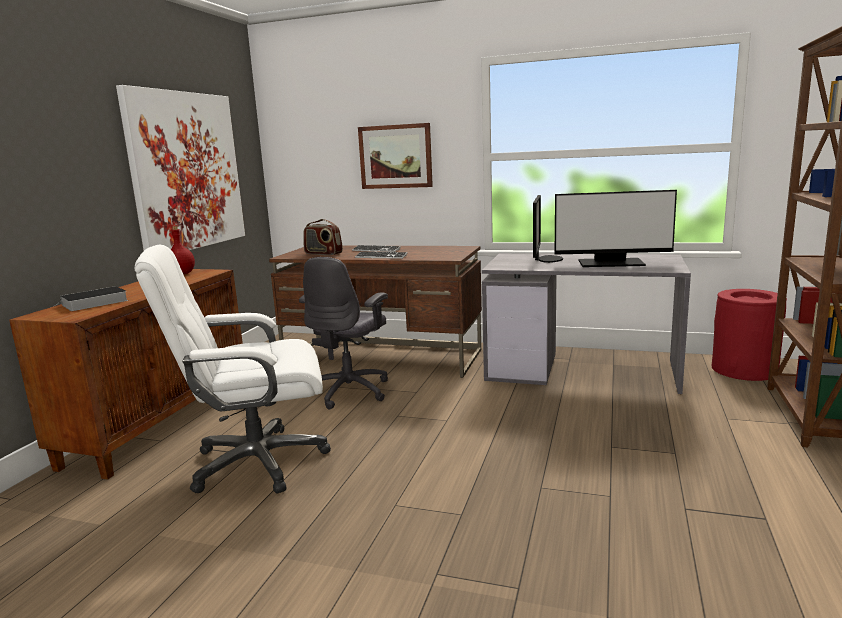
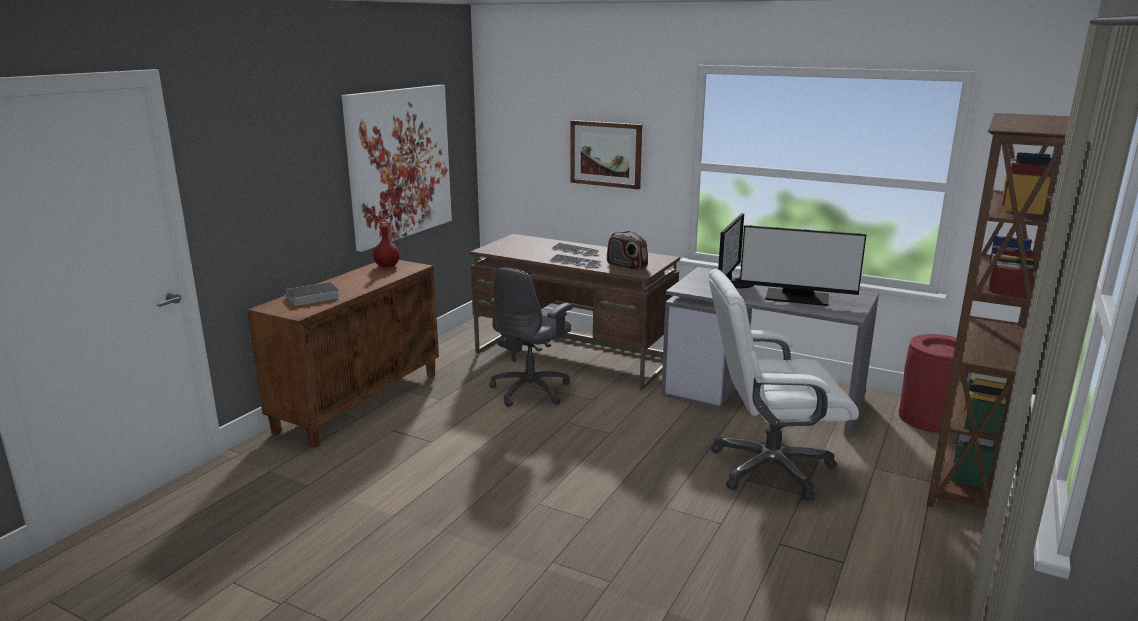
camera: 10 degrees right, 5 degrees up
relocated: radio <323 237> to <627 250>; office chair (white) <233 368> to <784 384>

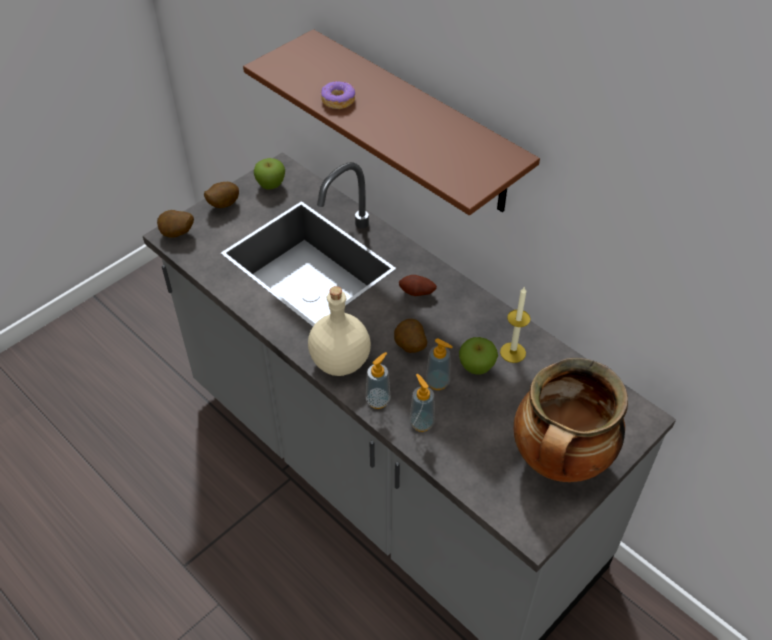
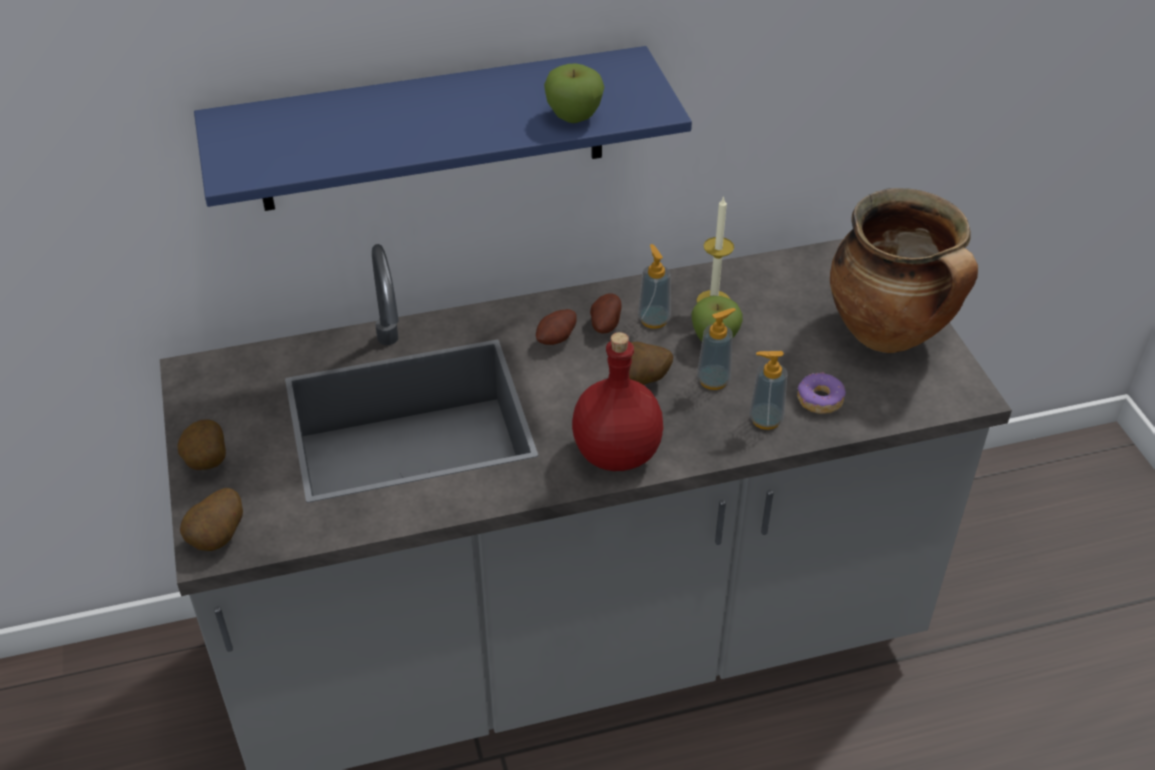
camera: 60 degrees left, 5 degrees down
appeared: potato <606 313>
relocated: apple <269 173> to <574 93>; soap dispenser <378 380> to <654 286>; donut <338 95> to <821 393>
colour: shelf (brown) <391 122> to shelf (blue) <443 128>; bottle (beige) <339 331> to bottle (red) <617 401>

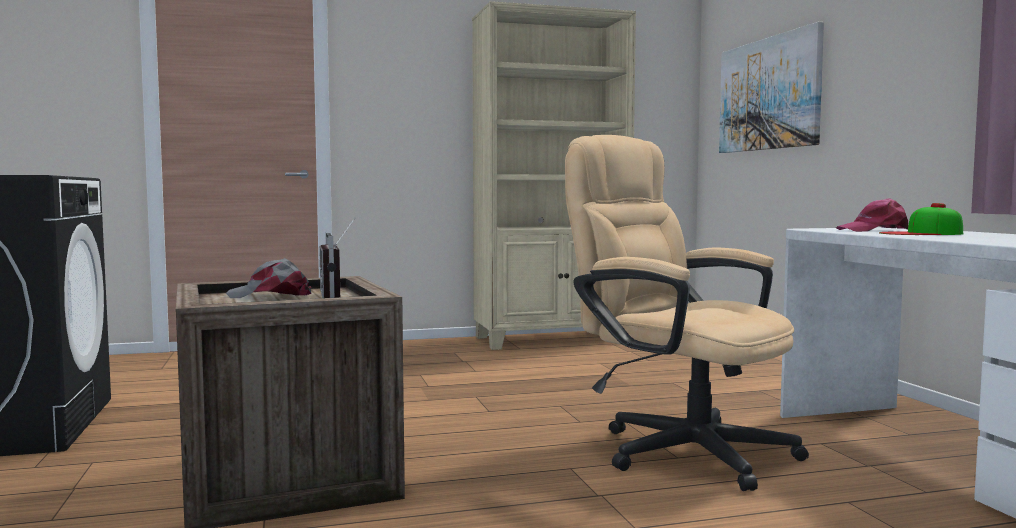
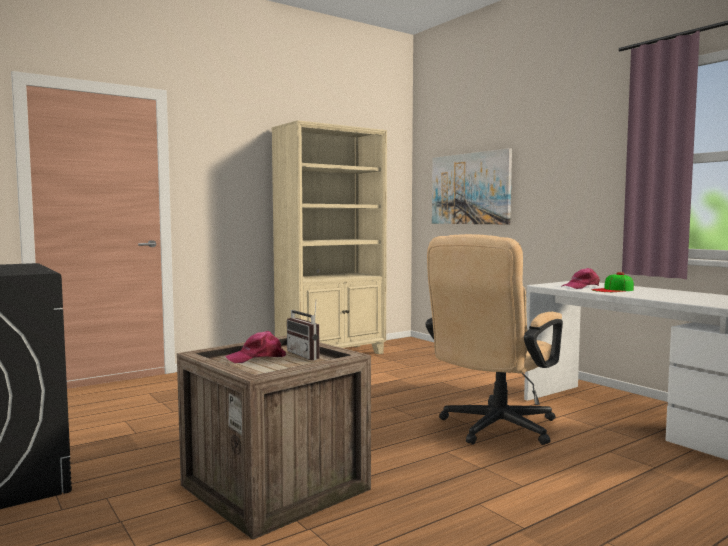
camera: 20 degrees left, 0 degrees up
colour: cap (grey) <268 278> to cap (pink) <256 347>
spun: office chair (beige) <687 313> = <494 339> 75 degrees counterclockwise

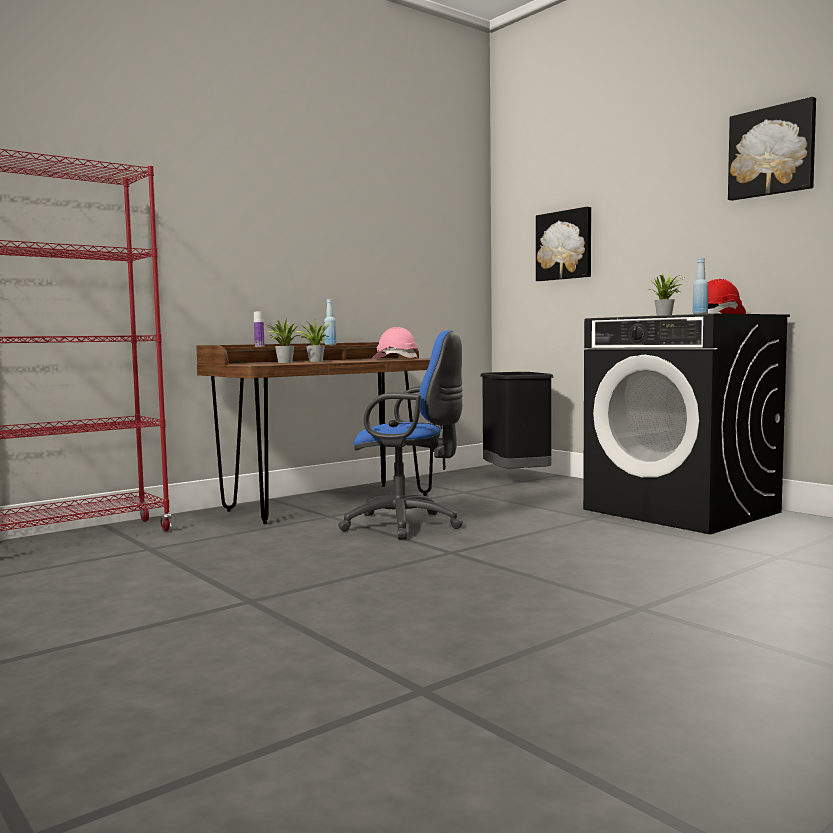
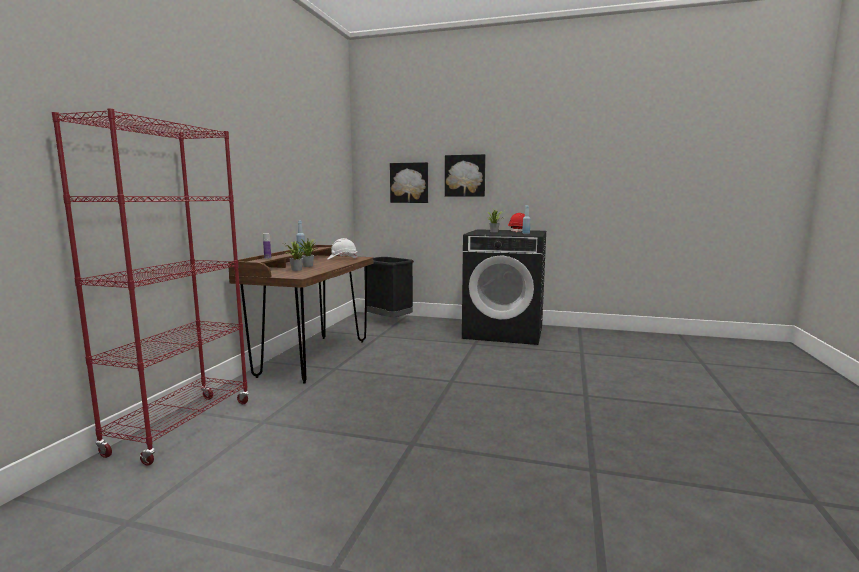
camera: 35 degrees left, 5 degrees up
missing: office chair (blue) <400 434>
relocated: picture <772 149> to <465 175>
colour: hard hat (pink) <395 343> to hard hat (white) <342 248>

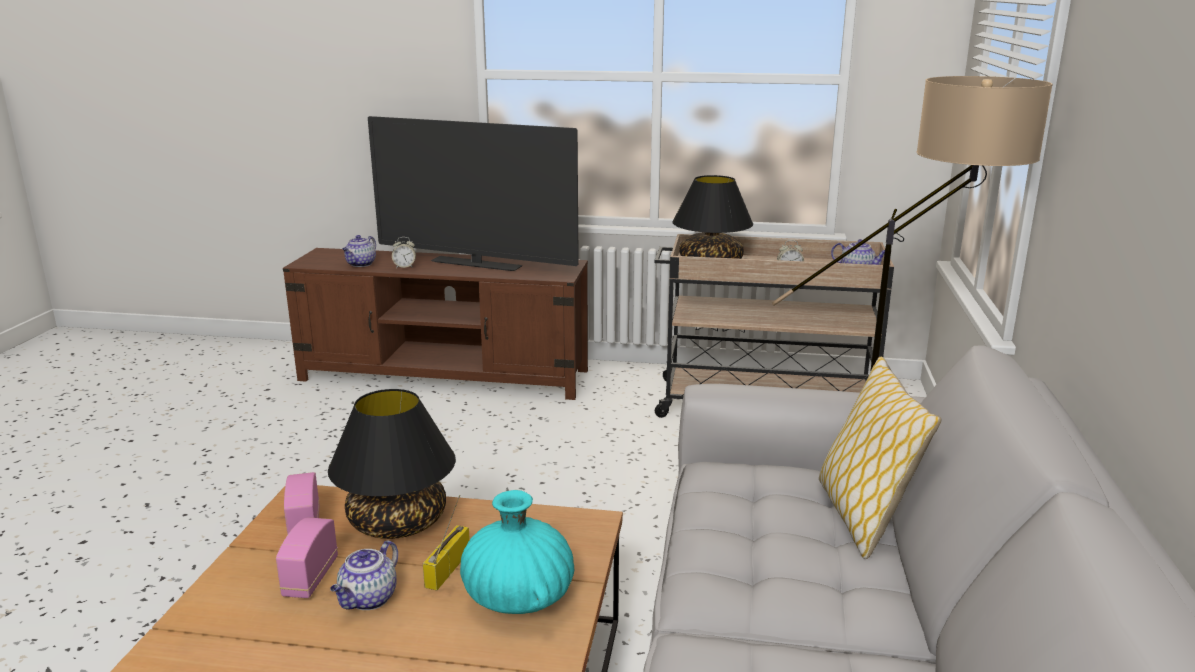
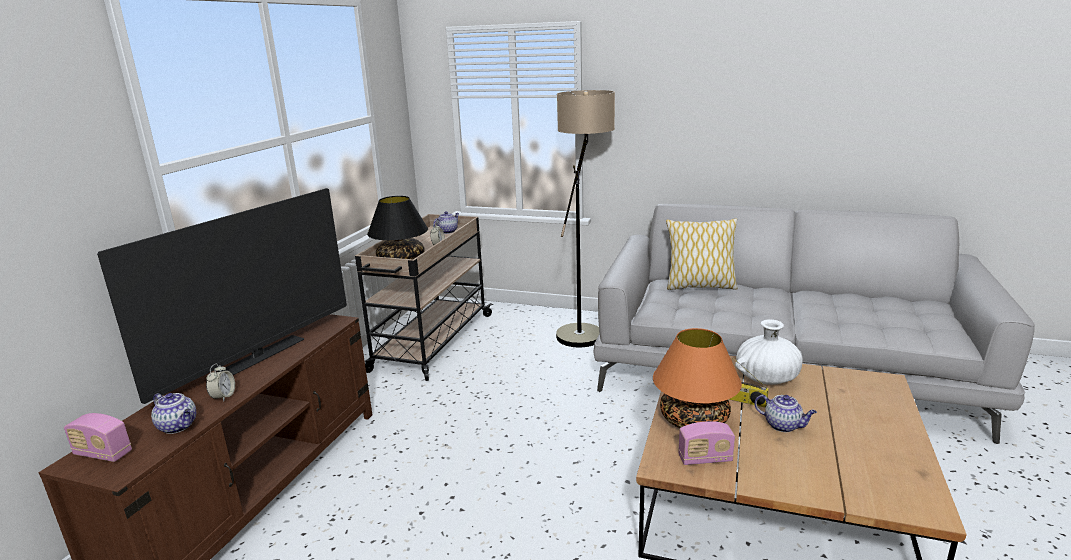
camera: 80 degrees left, 0 degrees up
relocated: radio <307 557> to <98 437>
colour: table lamp (black) <392 464> to table lamp (orange) <697 378>; vase (turquoise) <517 552> to vase (white) <769 352>

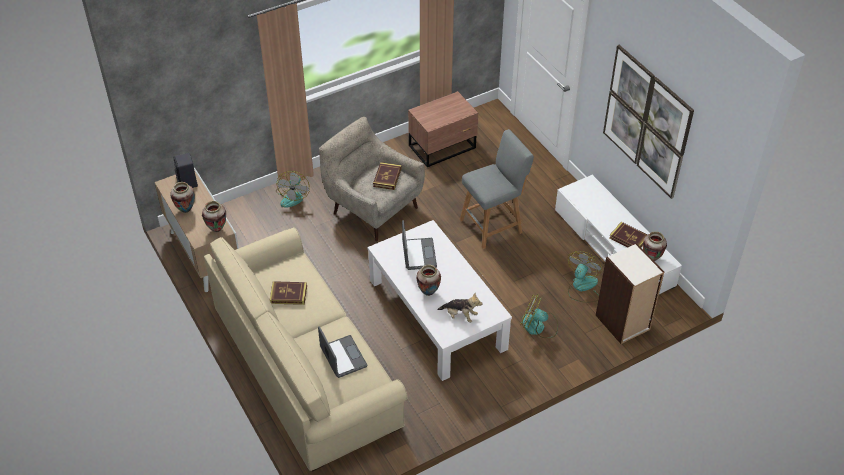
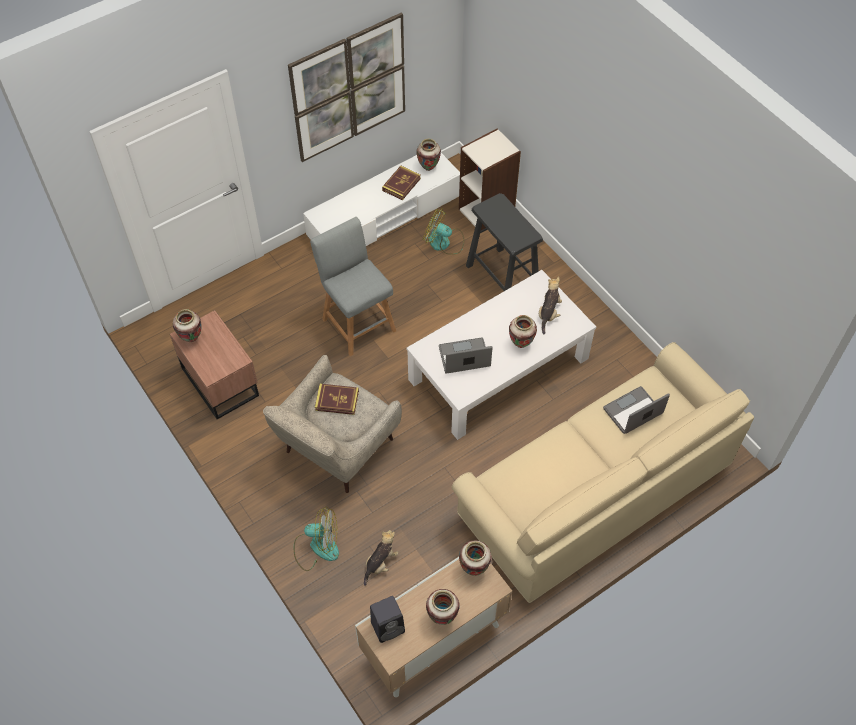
camera: 95 degrees left, 10 degrees up
missing: book <288 293>
appeared: vase <187 325>; plush toy <381 558>
exchanged: fan <539 316> to stool (black) <504 242>

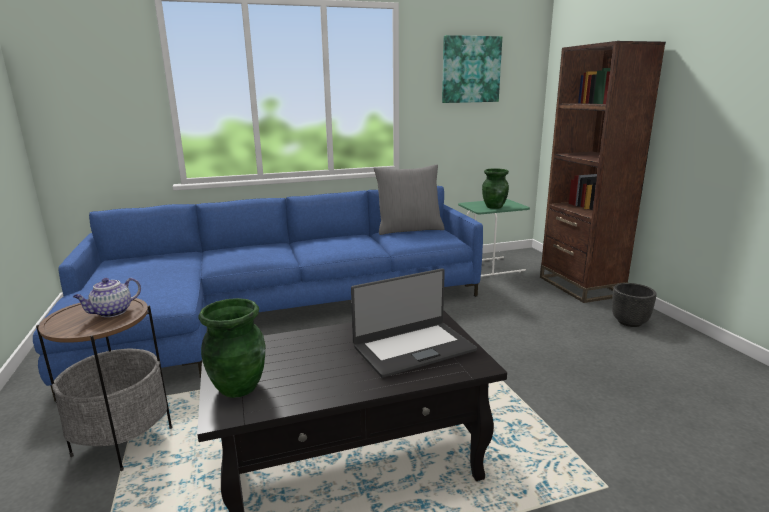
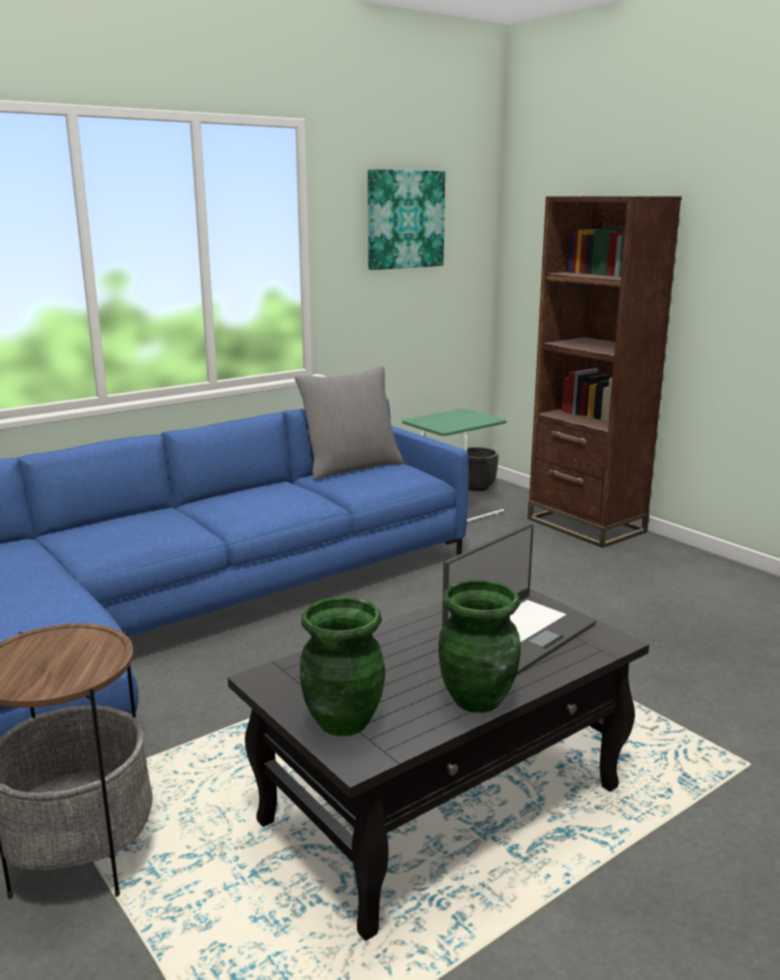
camera: 20 degrees left, 0 degrees up
missing: teapot <107 297>
relocated: vase (green) <495 188> to <479 646>; planter (black) <634 305> to <481 469>

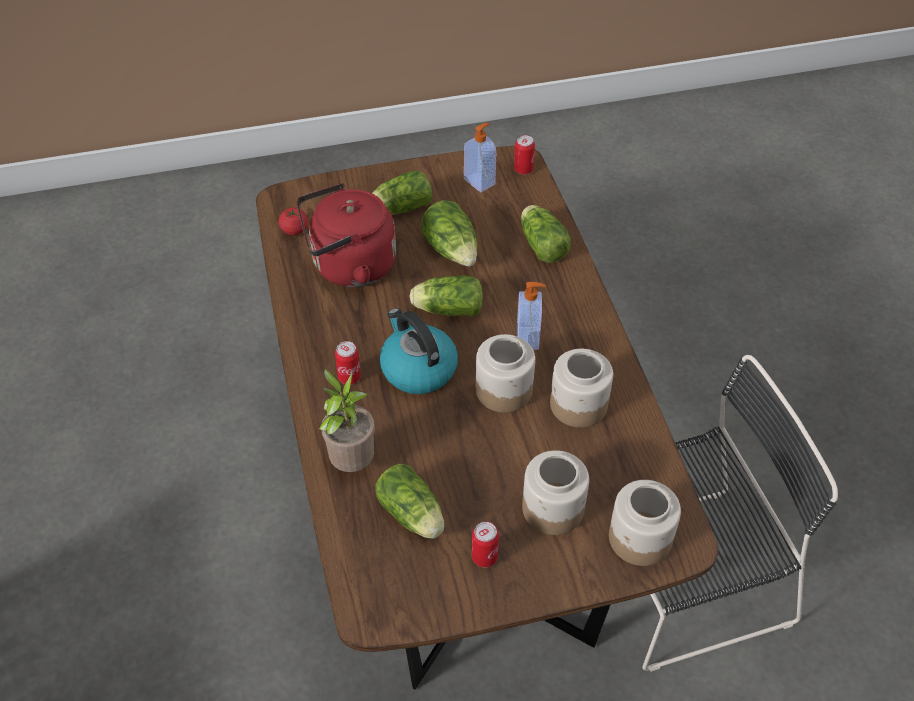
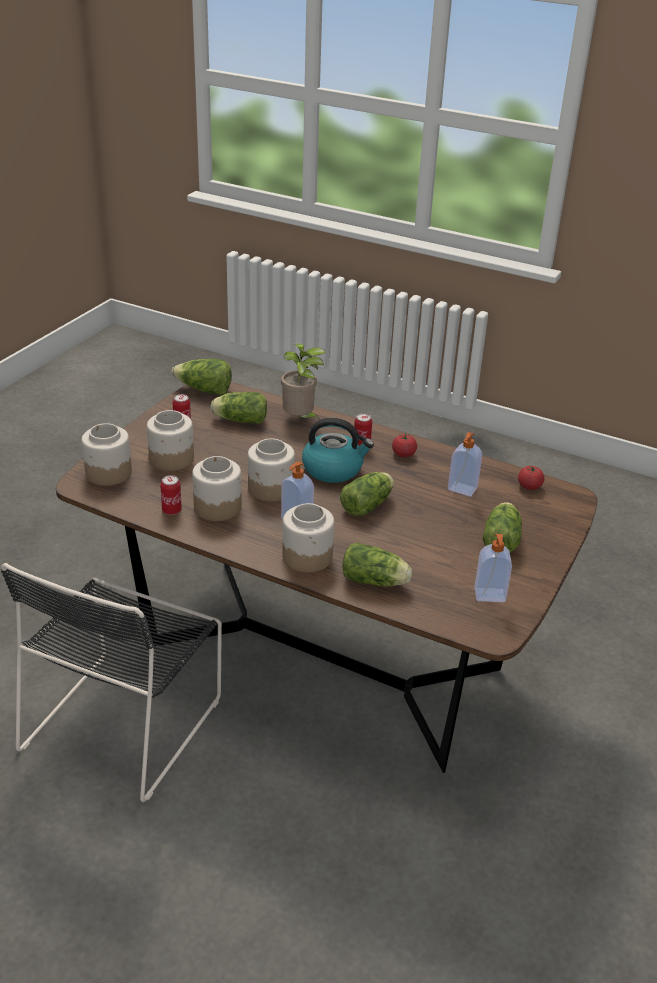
camera: 130 degrees right, 15 degrees down
appeared: jar <308 538>; tomato <404 445>
relocated: can <524 155> to <171 495>; lettuce <449 234> to <202 377>
exchanged: kettle (red) <346 235> to soap dispenser <465 464>

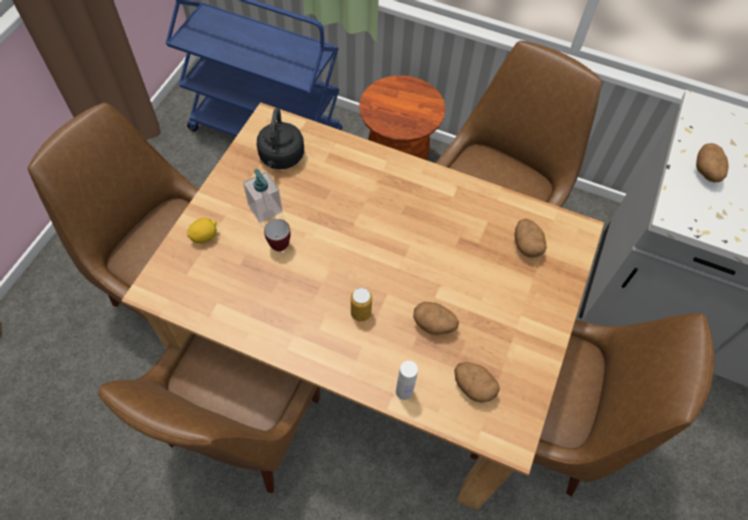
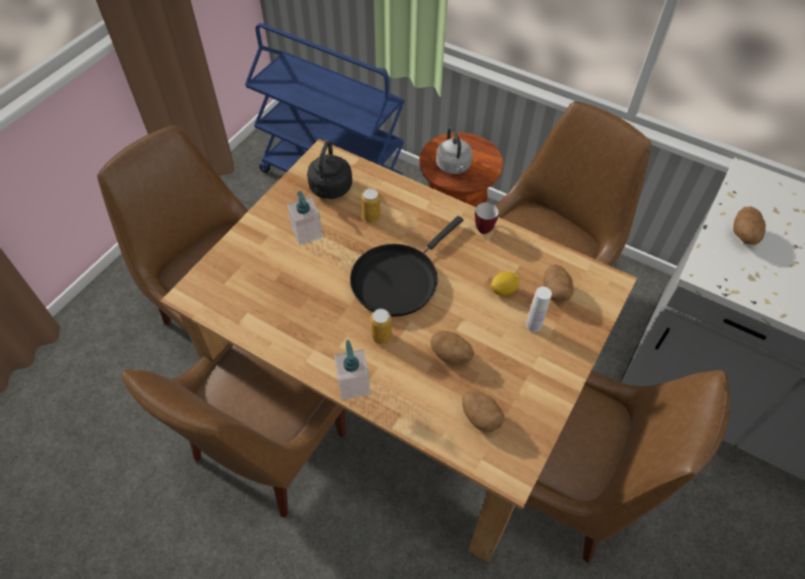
camera: 10 degrees right, 5 degrees down
appeared: soap dispenser <352 370>; frying pan (black) <406 266>; can <370 205>; kettle (grey) <454 150>
relocated: mug <277 235> to <487 218>; lemon <202 230> to <505 283>; bottle (white) <407 380> to <539 309>

